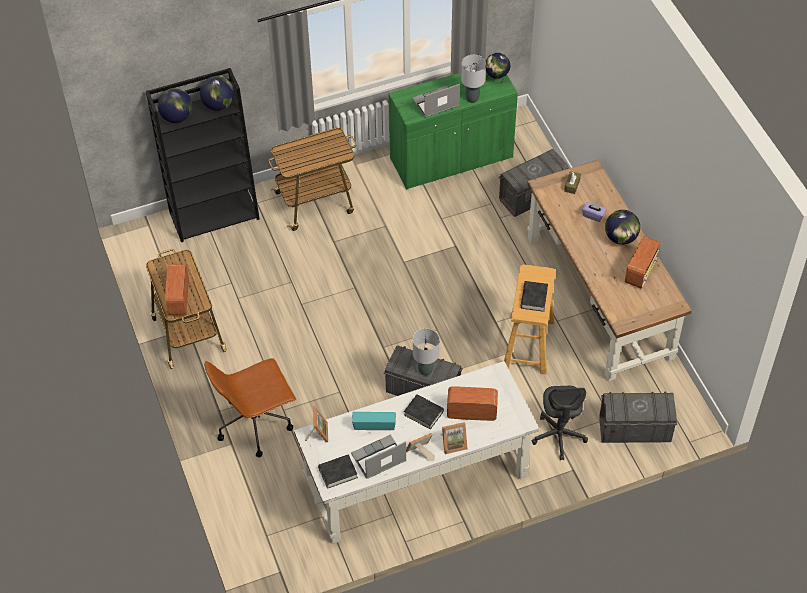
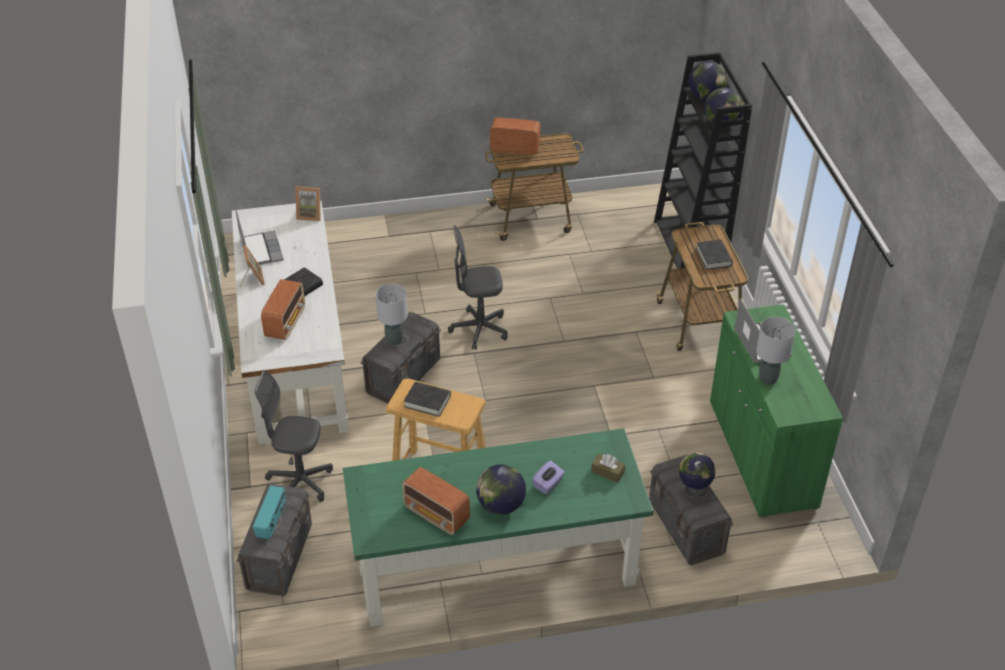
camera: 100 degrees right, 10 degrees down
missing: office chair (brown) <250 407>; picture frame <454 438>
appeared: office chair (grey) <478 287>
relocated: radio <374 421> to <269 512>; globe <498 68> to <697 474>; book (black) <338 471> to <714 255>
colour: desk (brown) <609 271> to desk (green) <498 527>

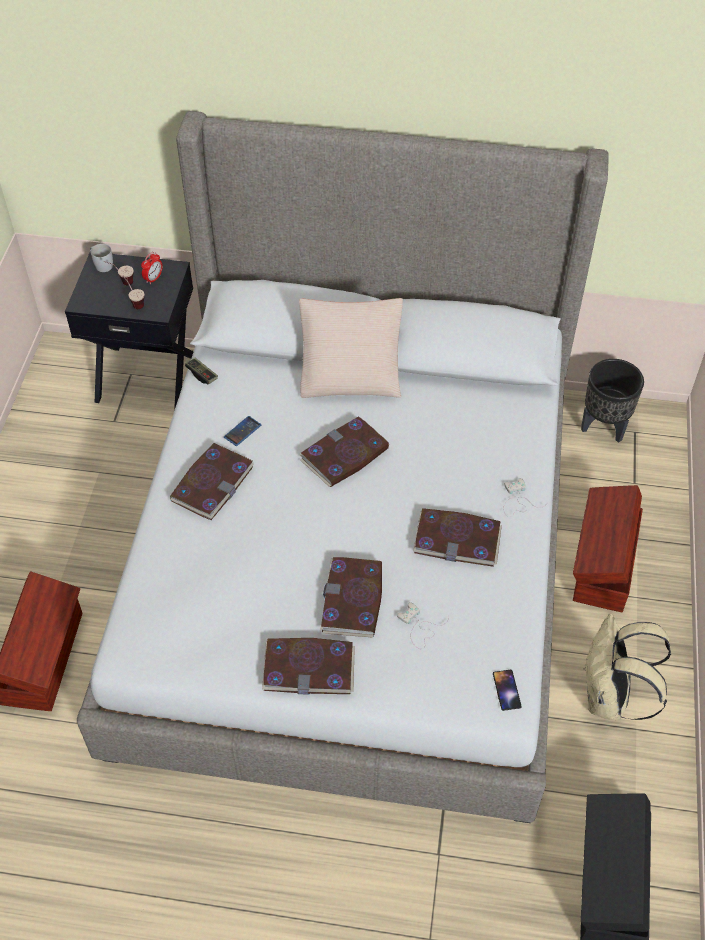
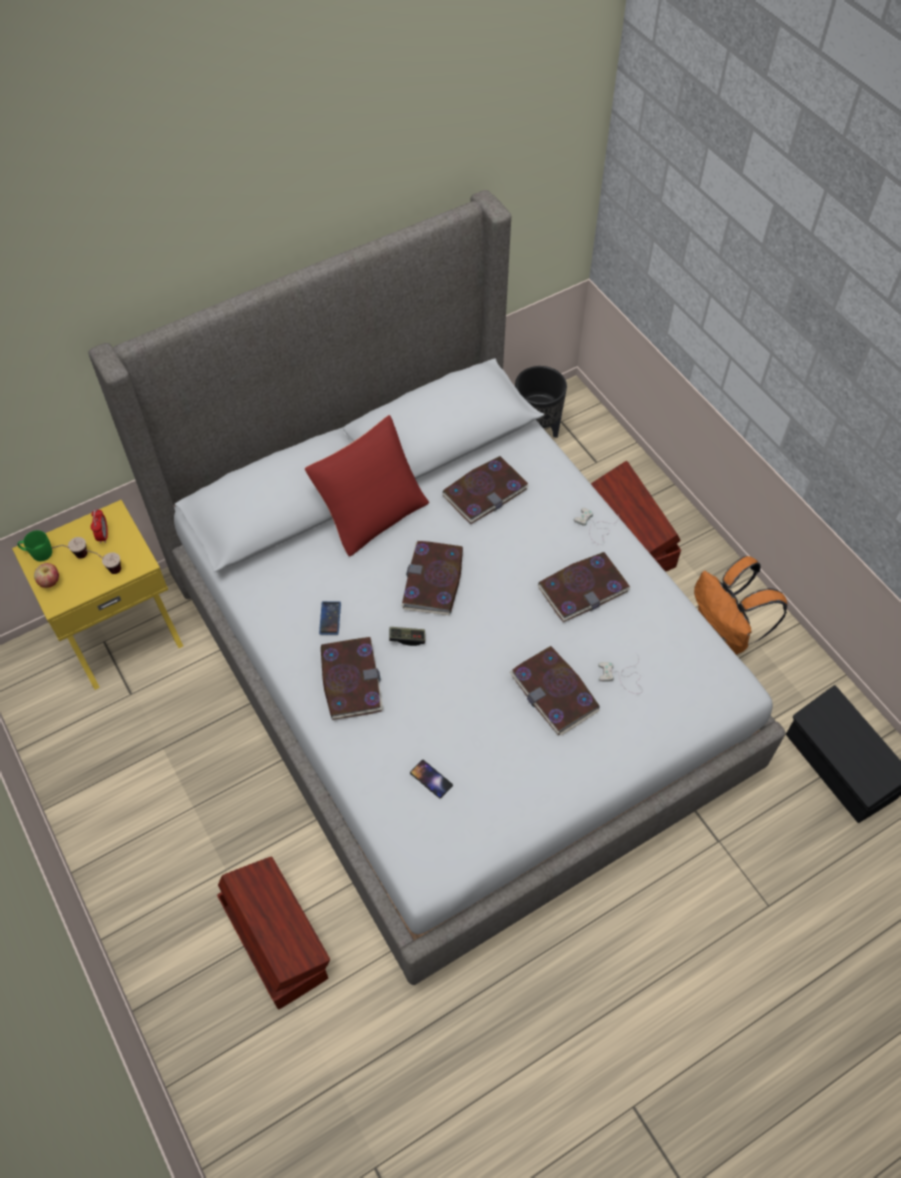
camera: 40 degrees left, 5 degrees up
appeared: apple <46 575>
relocated: game controller <201 371> to <407 636>; phone <507 690> to <431 779>; book <308 666> to <485 490>
colour: nightstand (black) <129 331> to nightstand (yellow) <97 595>; mug (white) <101 258> to mug (green) <34 545>; pillow (beige) <351 348> to pillow (red) <367 486>; backpack (beige) <627 667> to backpack (orange) <740 605>

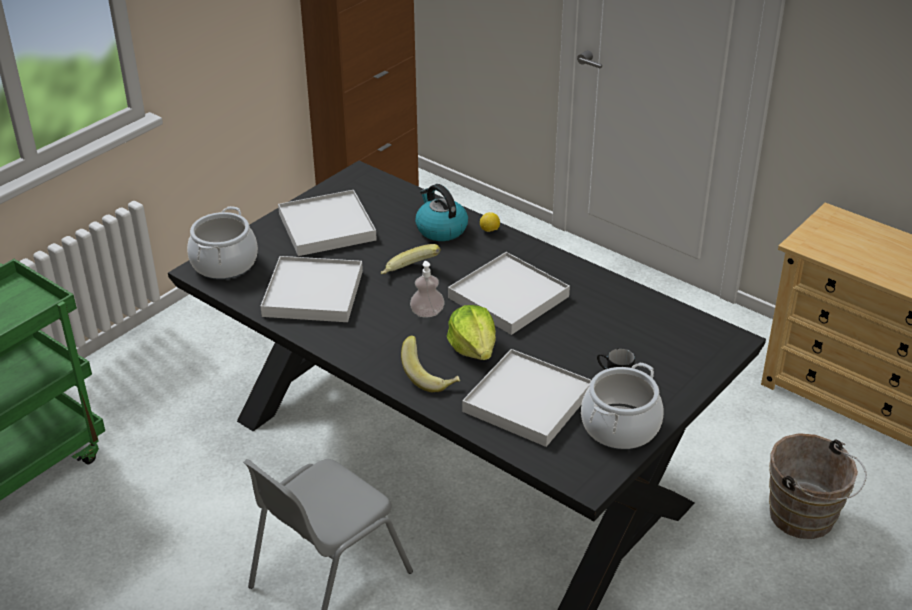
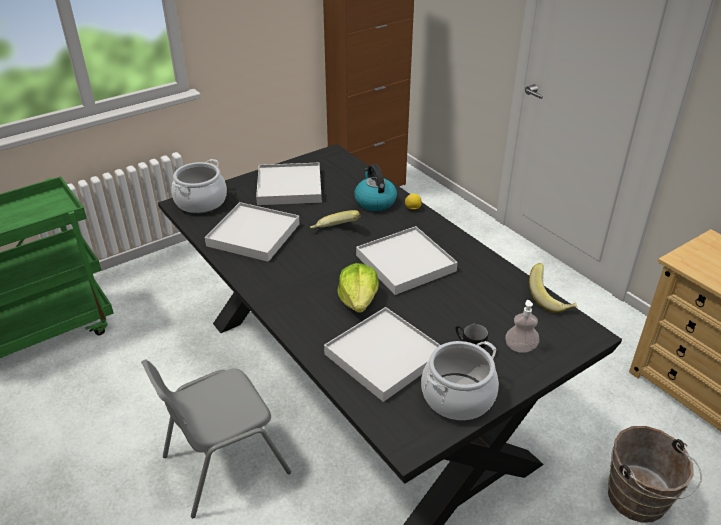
camera: 15 degrees right, 0 degrees up
relocated: soap dispenser <427 289> to <522 326>; banana <430 363> to <553 288>

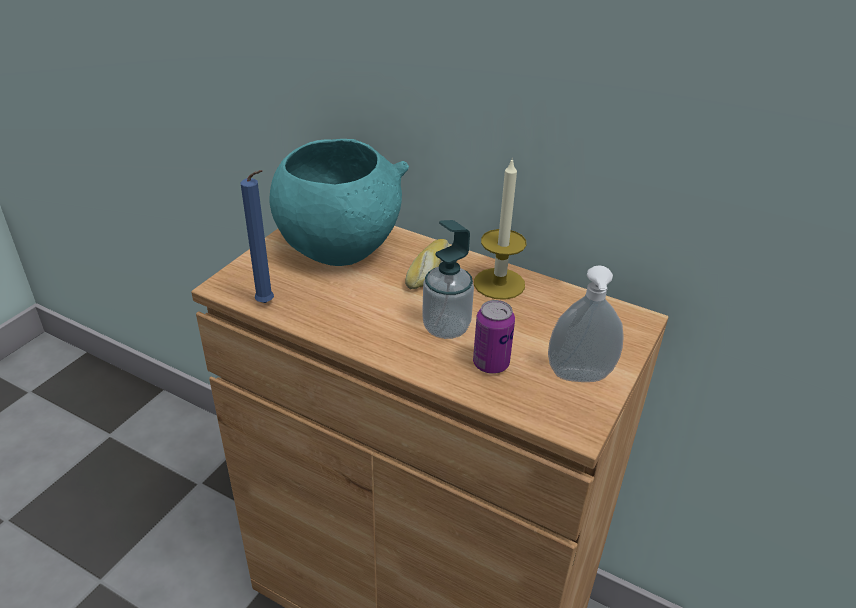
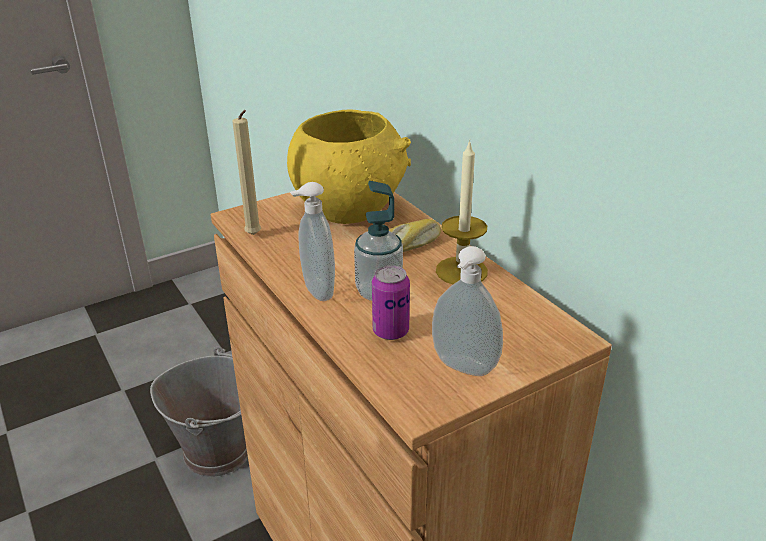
camera: 30 degrees right, 5 degrees down
appeared: bucket (grey) <199 412>; soap dispenser <312 241>
colour: candle (blue) <257 236> to candle (beige) <246 172>; bowl (turquoise) <339 202> to bowl (yellow) <349 166>

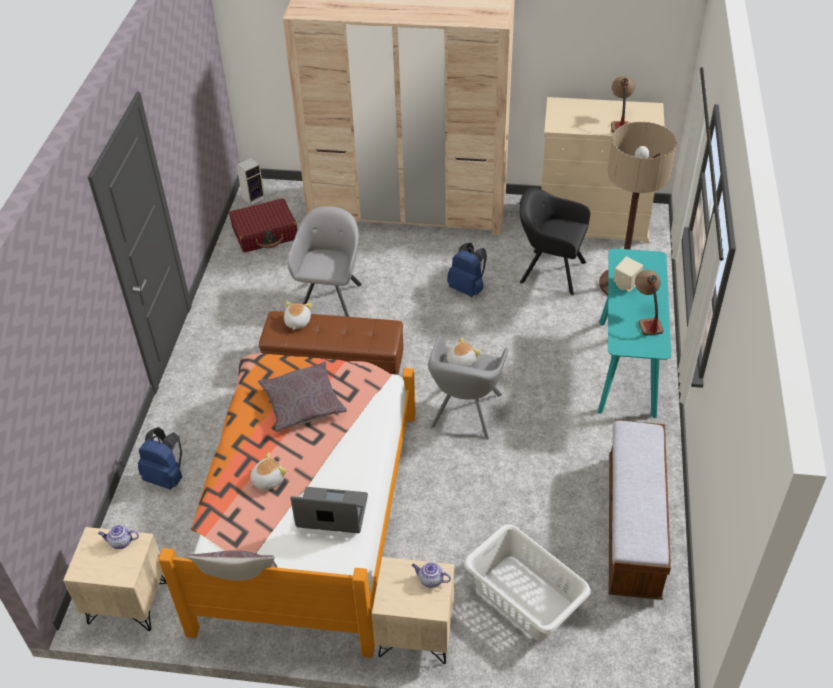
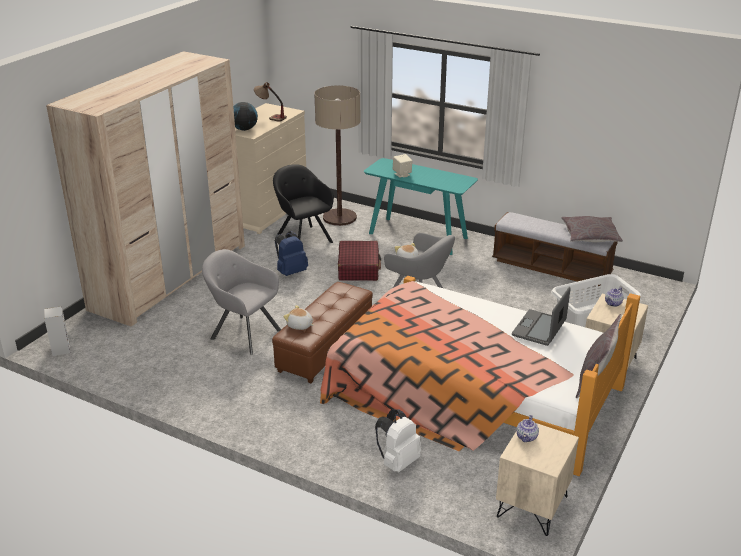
camera: 70 degrees left, 15 degrees down
missing: plush toy <268 471>; table lamp <649 303>
appeared: globe <245 116>
relocated: suitcase (red) <263 225> to <359 261>; pillow (grey) <302 396> to <592 229>
colour: backpack (blue) <160 458> to backpack (white) <398 441>
spun: armchair (black) <554 241> = <303 203> 105 degrees clockwise

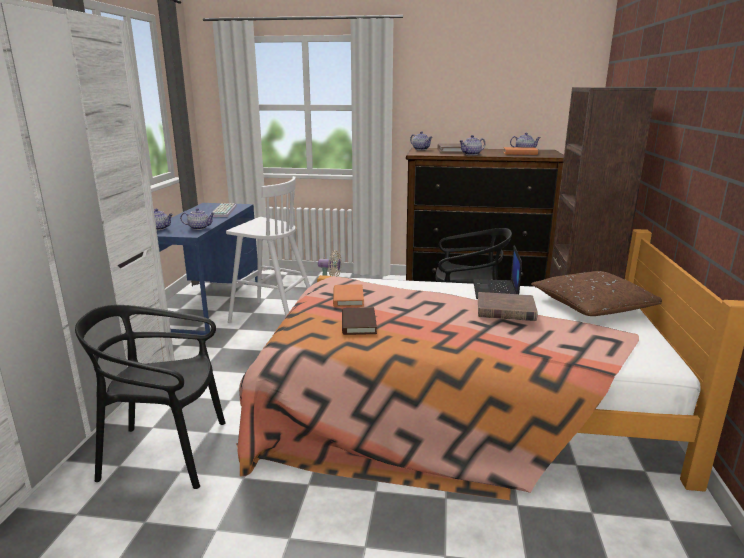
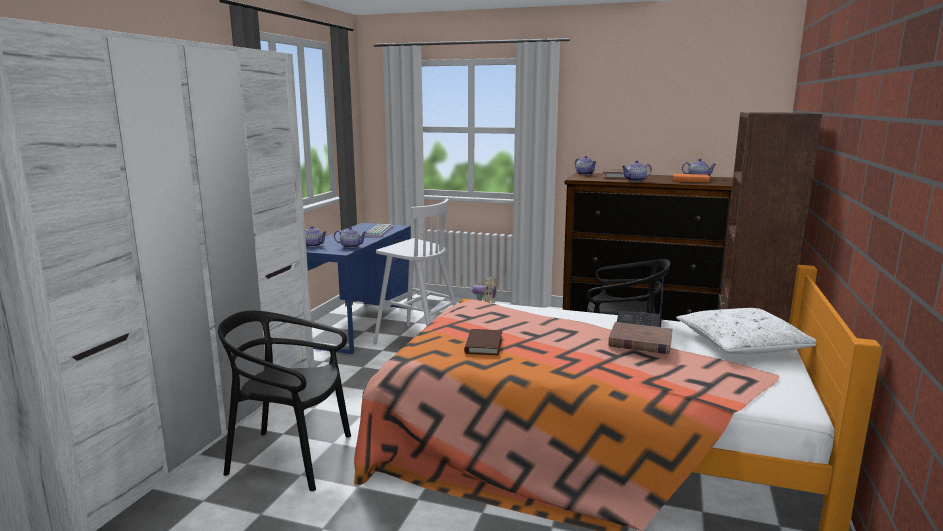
camera: 10 degrees right, 5 degrees down
missing: book (orange) <348 295>
colour: pillow (brown) <596 293> to pillow (white) <746 331>

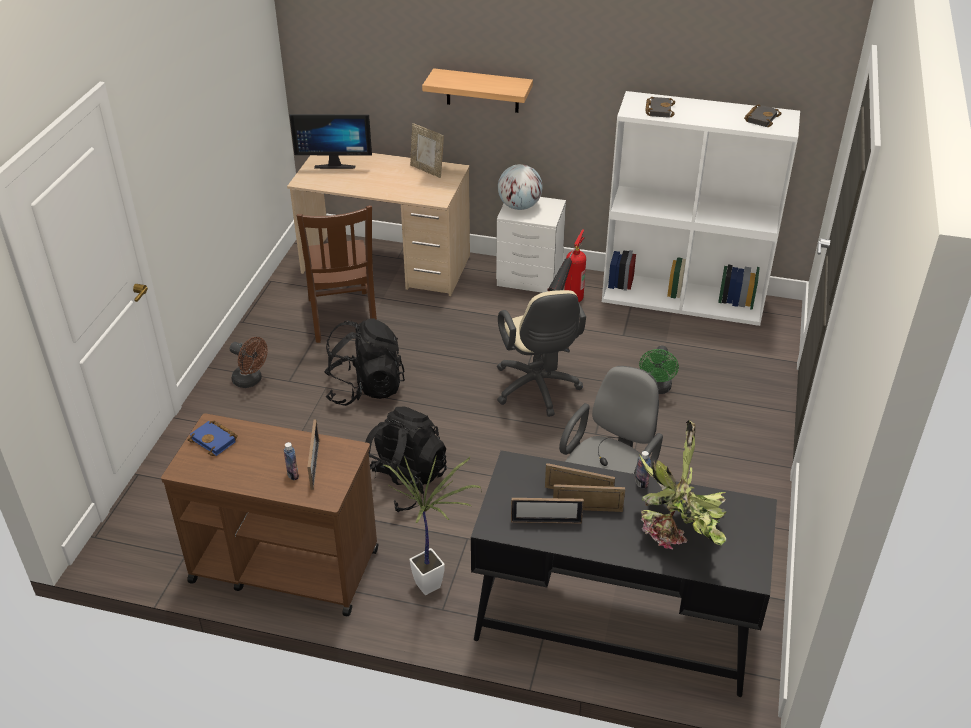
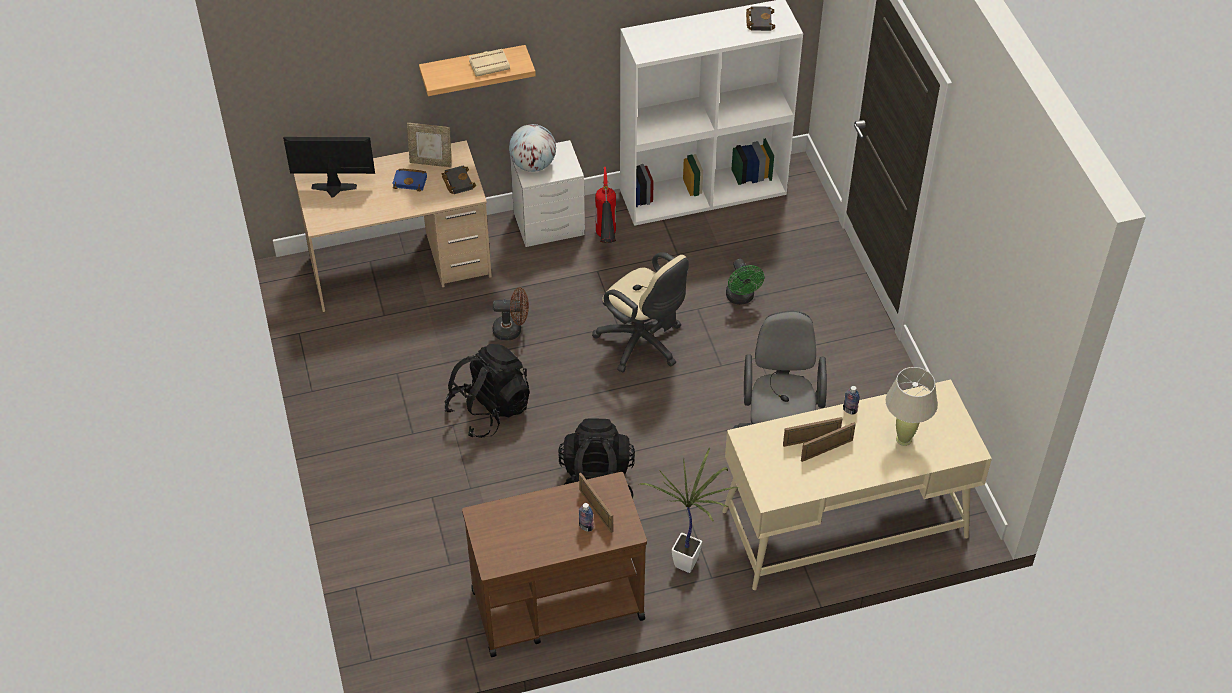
camera: 30 degrees left, 10 degrees up
missing: chair (brown) <337 274>; picture frame <547 511>
appeared: book (beige) <489 63>
relocated: book (blue) <213 438> to <409 180>; book (black) <660 107> to <458 179>; fan (brown) <249 362> to <511 314>
exchanged: potted plant <682 484> to table lamp (beige) <912 406>
colour: desk (black) <624 573> to desk (beige) <857 484>
spun: monitor <330 141> = <329 167> 150 degrees counterclockwise

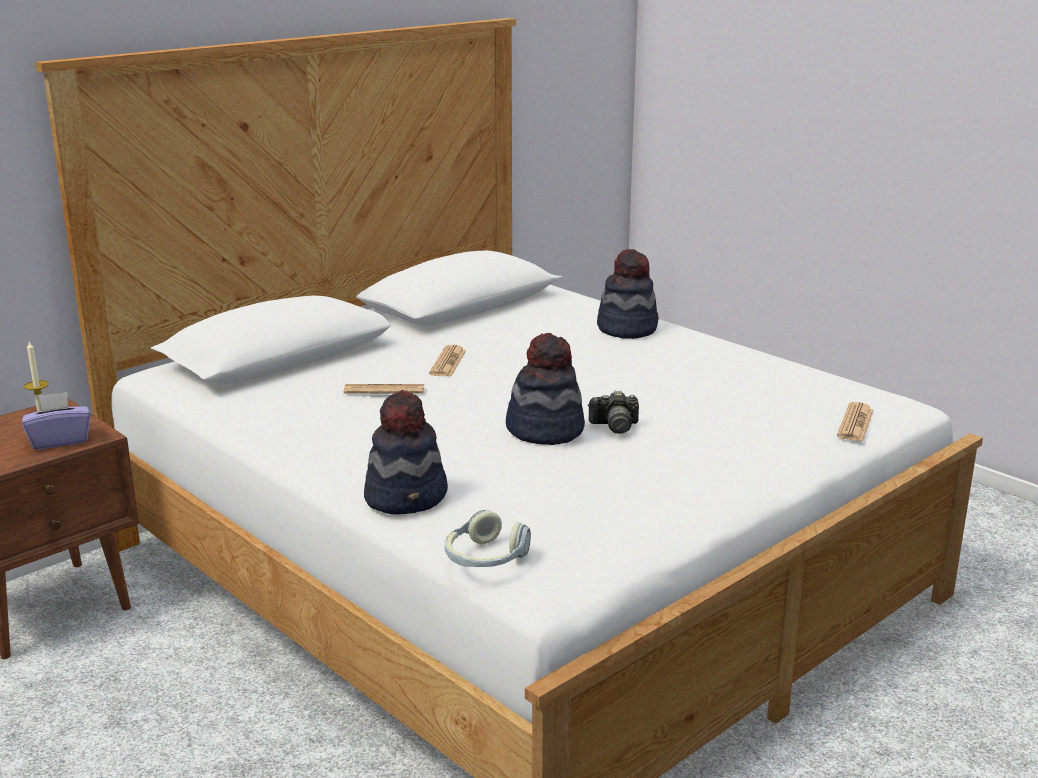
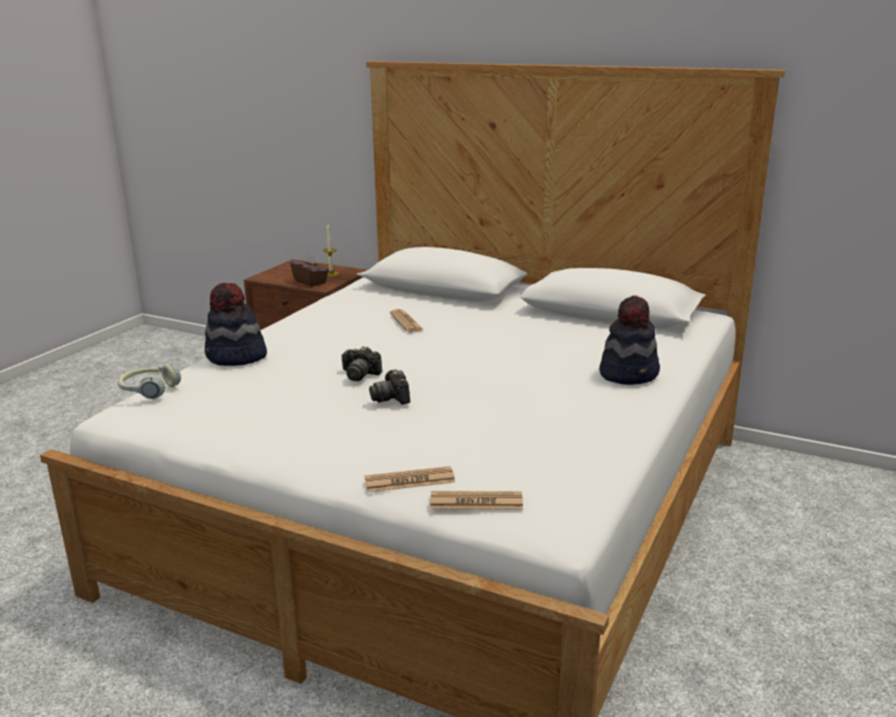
camera: 70 degrees right, 0 degrees up
relocated: newspaper <447 361> to <410 479>
exchanged: hat <545 389> to photo camera <361 363>
colour: tissue box (purple) <56 421> to tissue box (brown) <309 269>

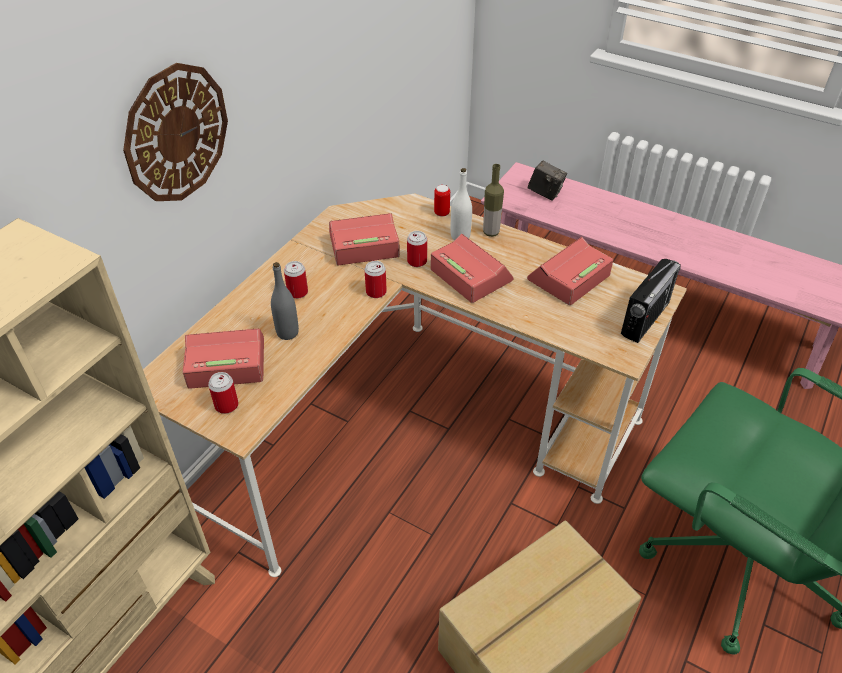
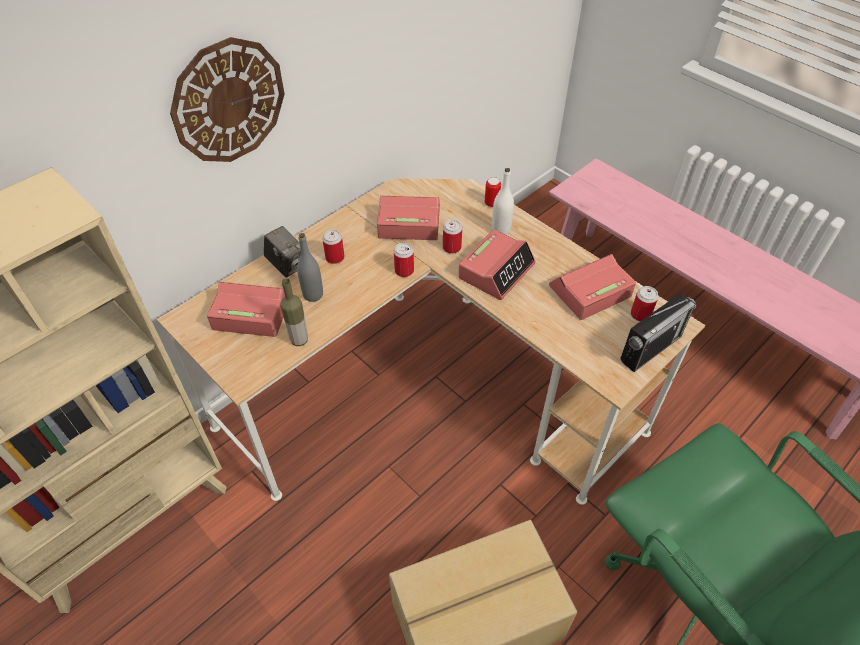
camera: 15 degrees right, 5 degrees up
relocated: photo camera <547 180> to <282 252>; bottle <493 200> to <294 312>; can <223 393> to <644 303>
spun: alarm clock <472 268> = <497 264> 60 degrees clockwise

